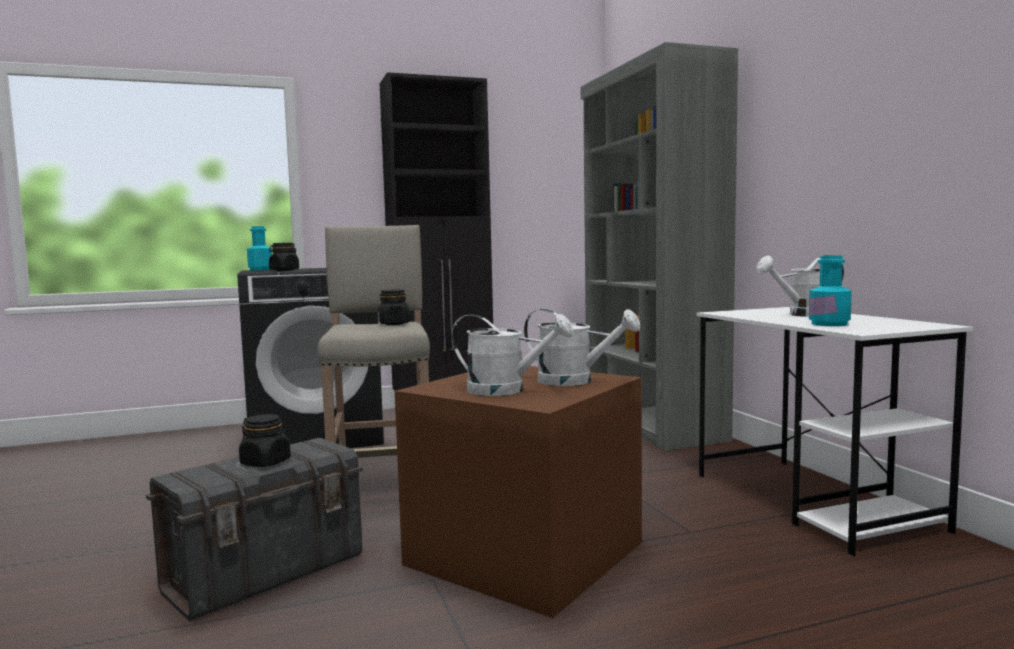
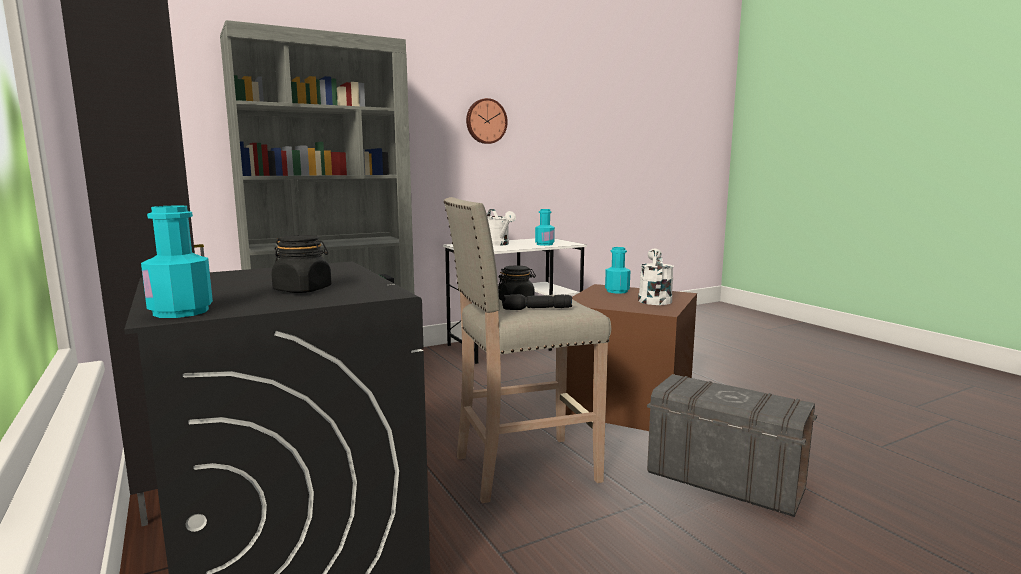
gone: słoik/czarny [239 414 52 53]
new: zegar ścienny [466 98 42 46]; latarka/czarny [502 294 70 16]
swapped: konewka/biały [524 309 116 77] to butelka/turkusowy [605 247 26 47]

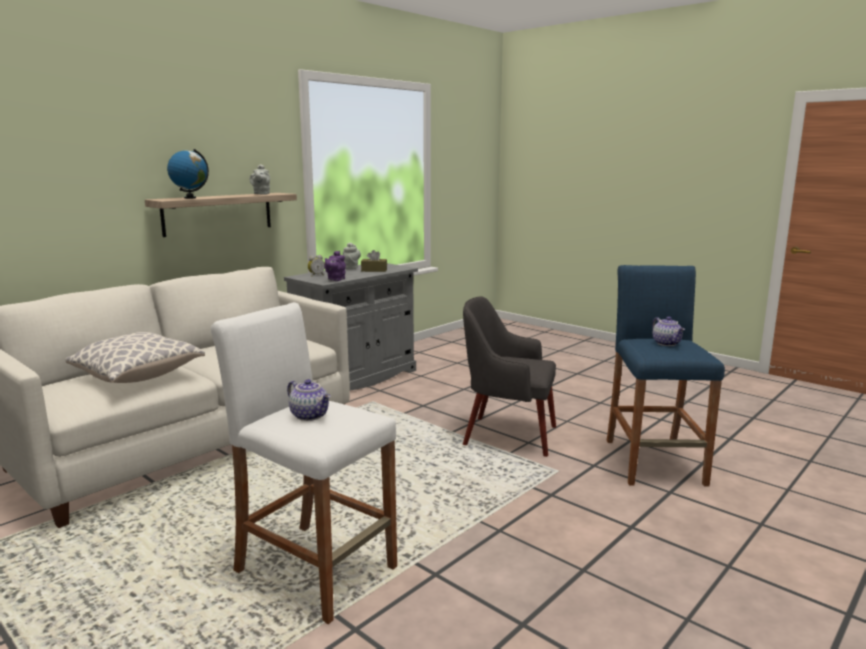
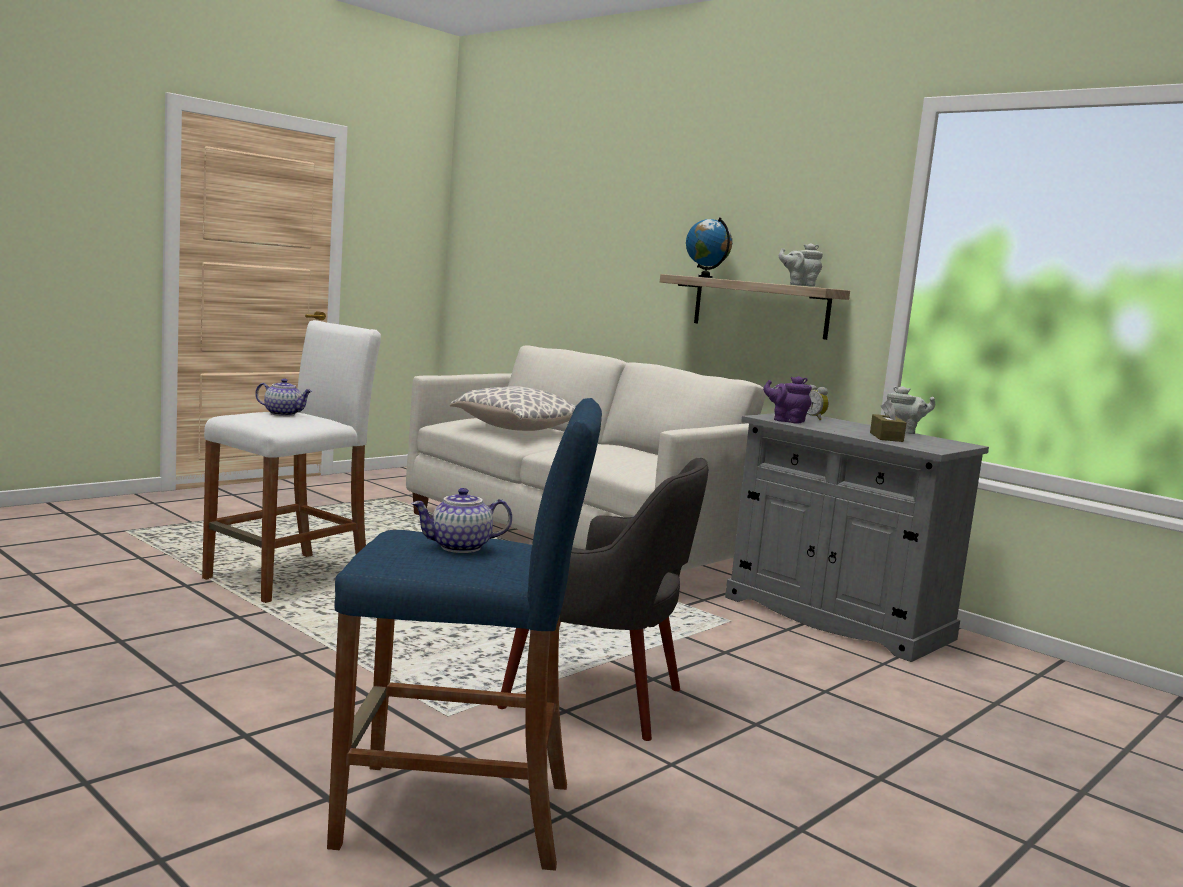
rotated: imbryk [287 379 44 42] = [255 379 57 37] 120 degrees counterclockwise; fotel/szary [463 296 93 161] = [497 458 211 283] 90 degrees clockwise

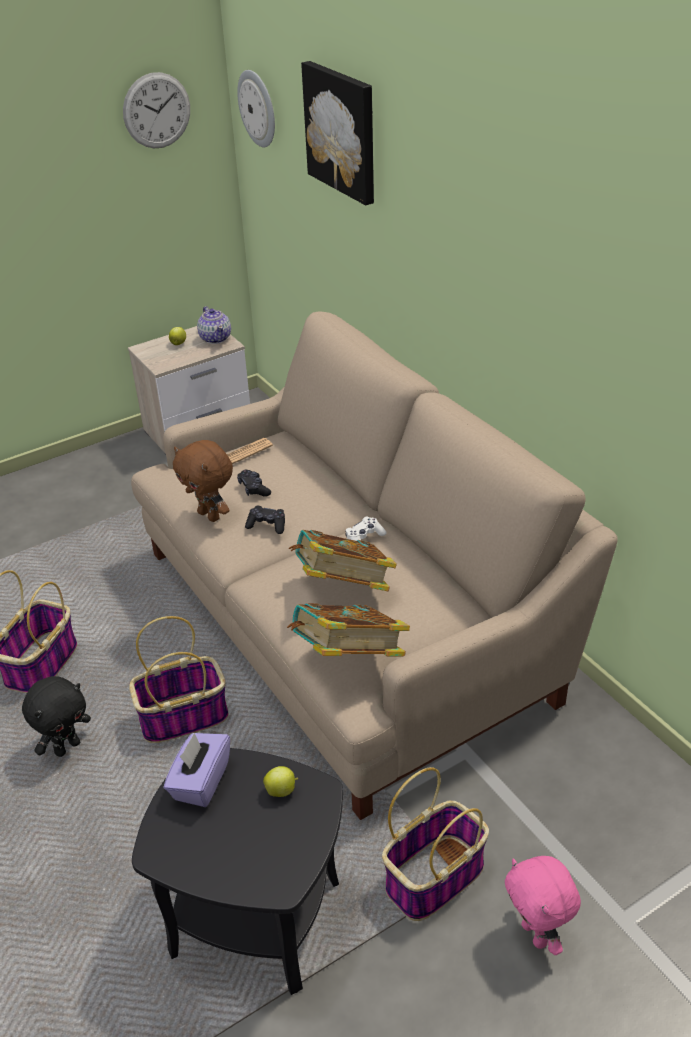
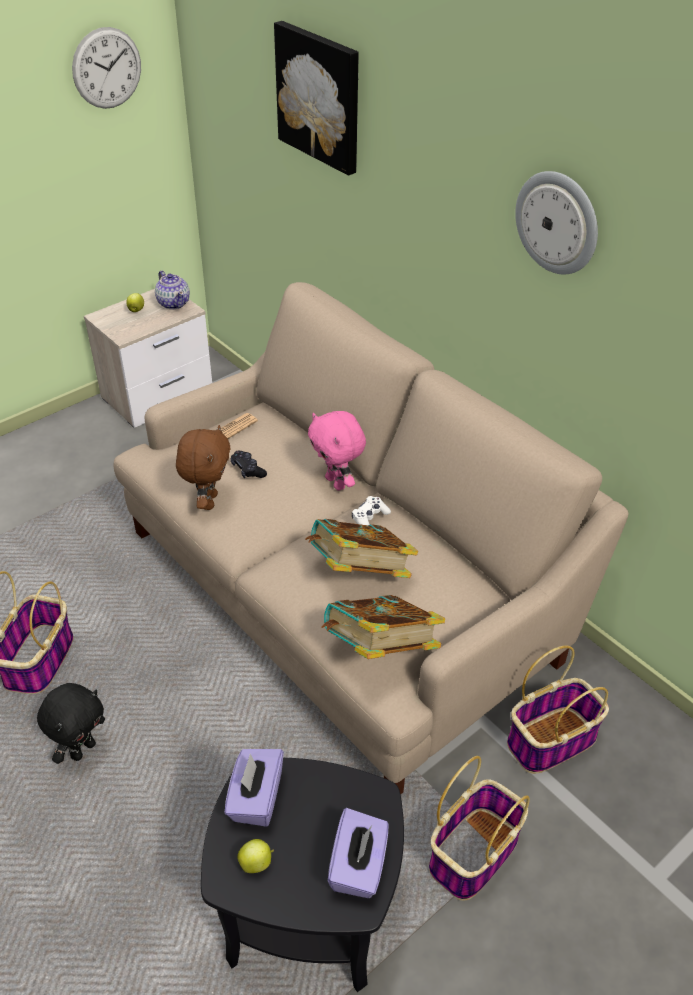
gone: pad do gier/czarny [245 506 40 28]
new: pudełko chusteczek/fioletowy [328 808 60 90]
shifted: koszyk [129 616 100 127] to [507 645 102 129]; zegar ścienny [237 70 38 77] to [515 171 83 103]; jabłko [263 766 35 31] to [237 839 37 34]; pluszak/różowy [505 856 76 99] to [308 411 58 80]
rotated: pluszak/brązowy [173 440 60 82] = [176 425 54 85] 120 degrees counterclockwise

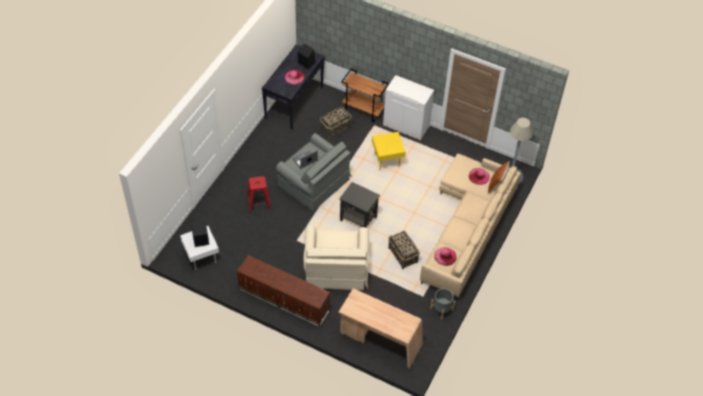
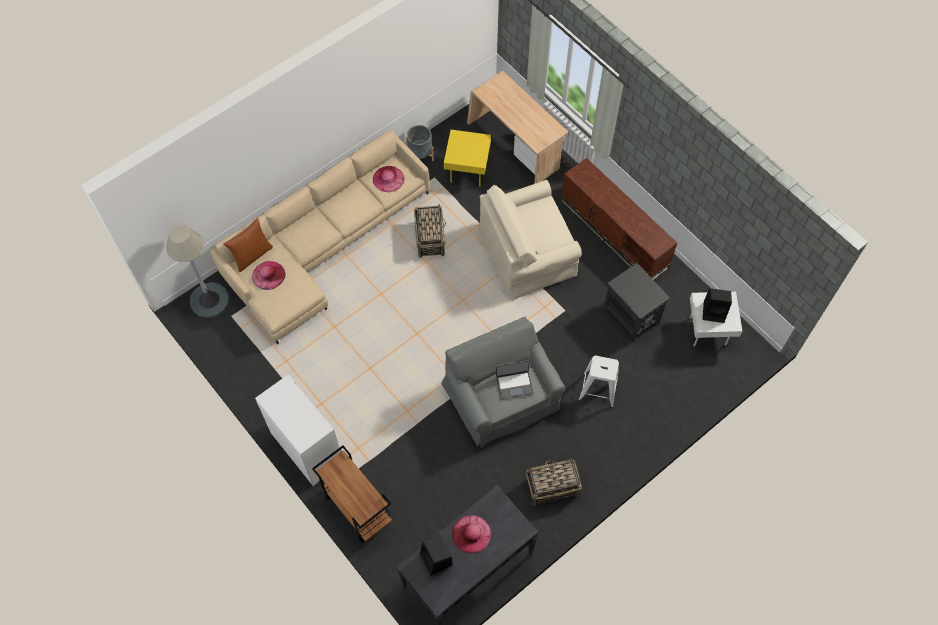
shifted: koszyk [320 106 32 33] to [525 459 57 47]; stolik/czarny [339 182 41 46] to [603 263 67 80]; stolik/żółty [372 132 34 38] to [444 130 47 57]
repainted: stołek/czerwony [247 176 24 37] to stołek/biały [578 355 41 53]
rotated: fotel/beżowy [304 225 65 65] = [479 180 103 121] 135 degrees counterclockwise

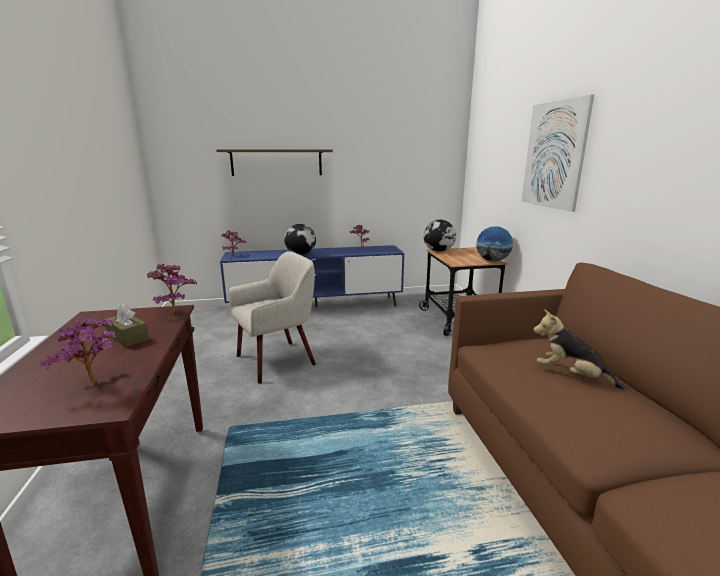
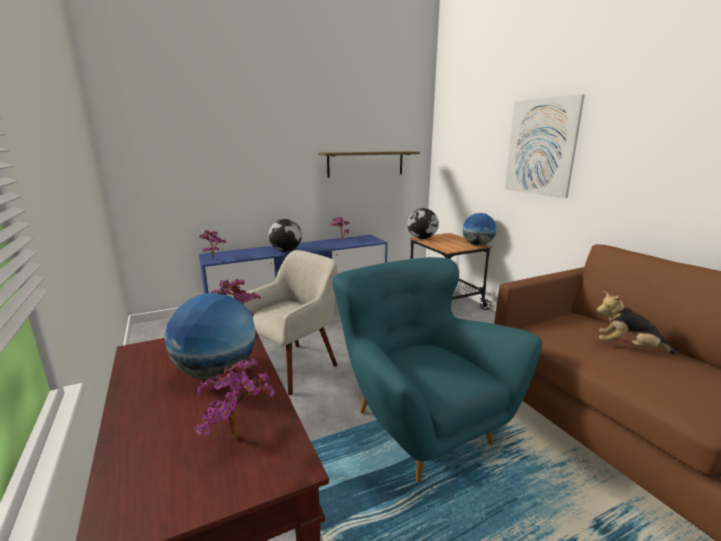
new: fotel/turkusowy [332 257 210 225]
shifted: półka [216 149 117 27] to [318 151 102 27]
swapped: pudełko chusteczek/brązowy [104 304 45 43] to globus [165 293 91 86]

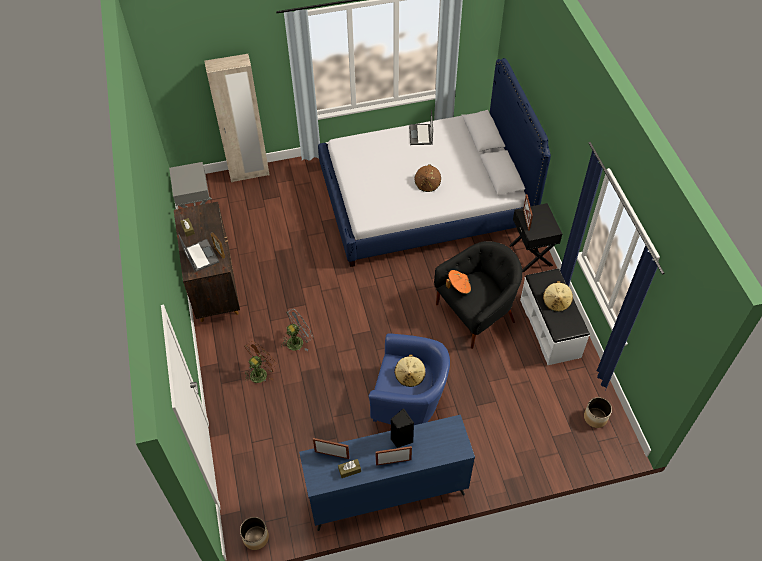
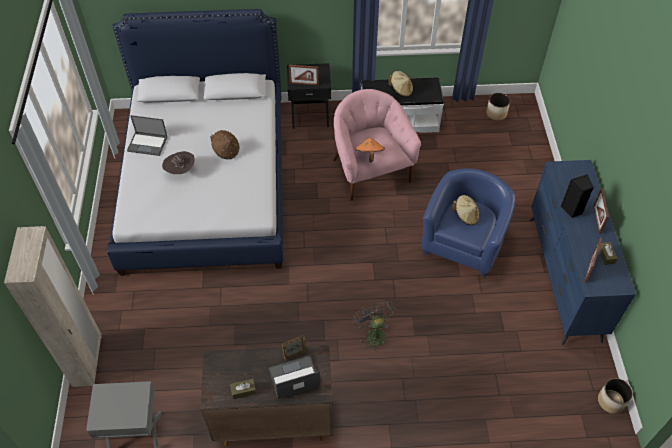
gone: wentylator/brązowy [244 341 34 42]
new: kapelusz/brązowy [162 151 33 23]
repainted: fotel/czarny [434 241 88 108] to fotel/różowy [333 89 88 112]

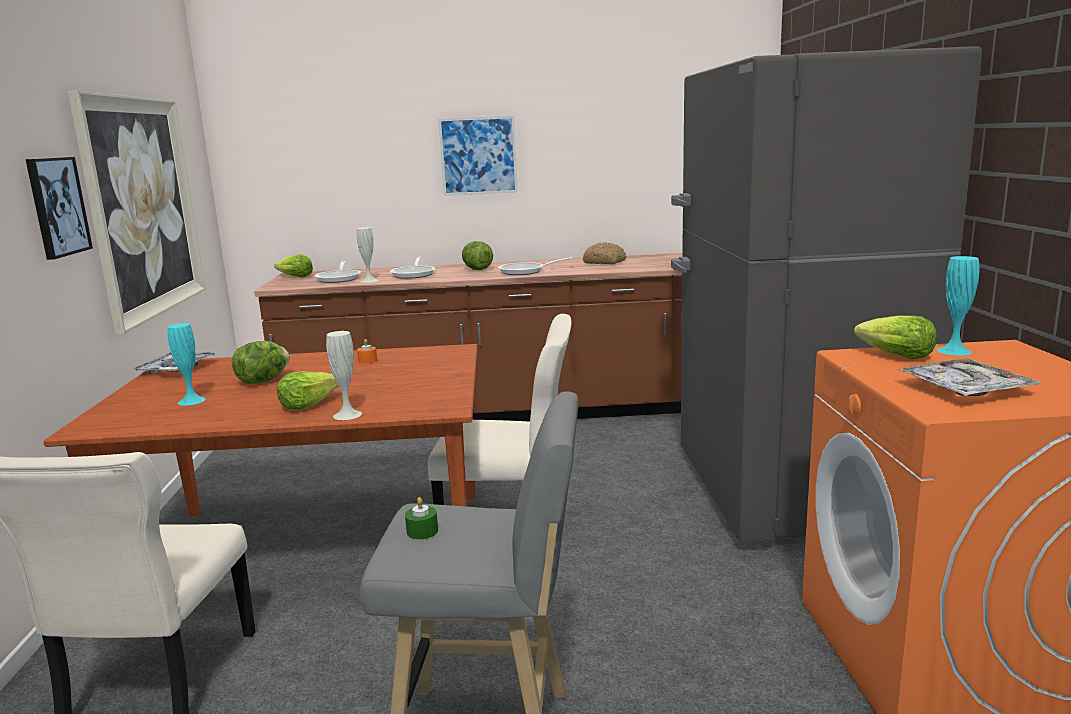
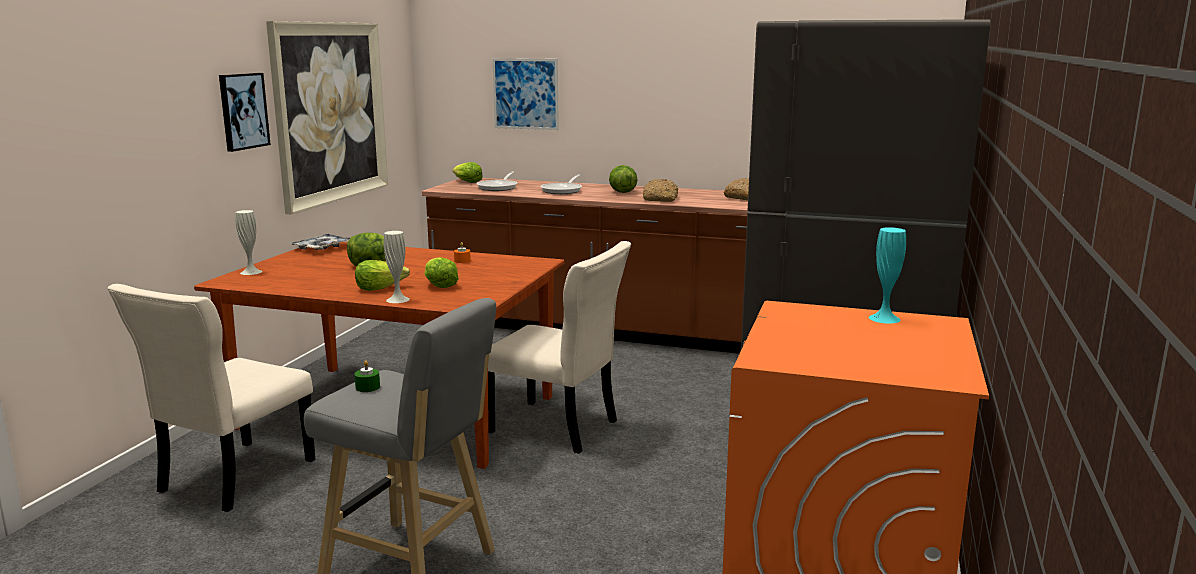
gone: wazon/turkusowy [167 323 39 83]; taca [899 358 141 38]
shifted: wazon/biały [357 227 21 56] to [235 210 27 65]; obraz [438 116 80 80] to [492 58 67 72]; sałata [854 315 82 44] to [424 257 35 31]
swapped: patelnia [498 257 75 18] to chleb [643 179 35 23]

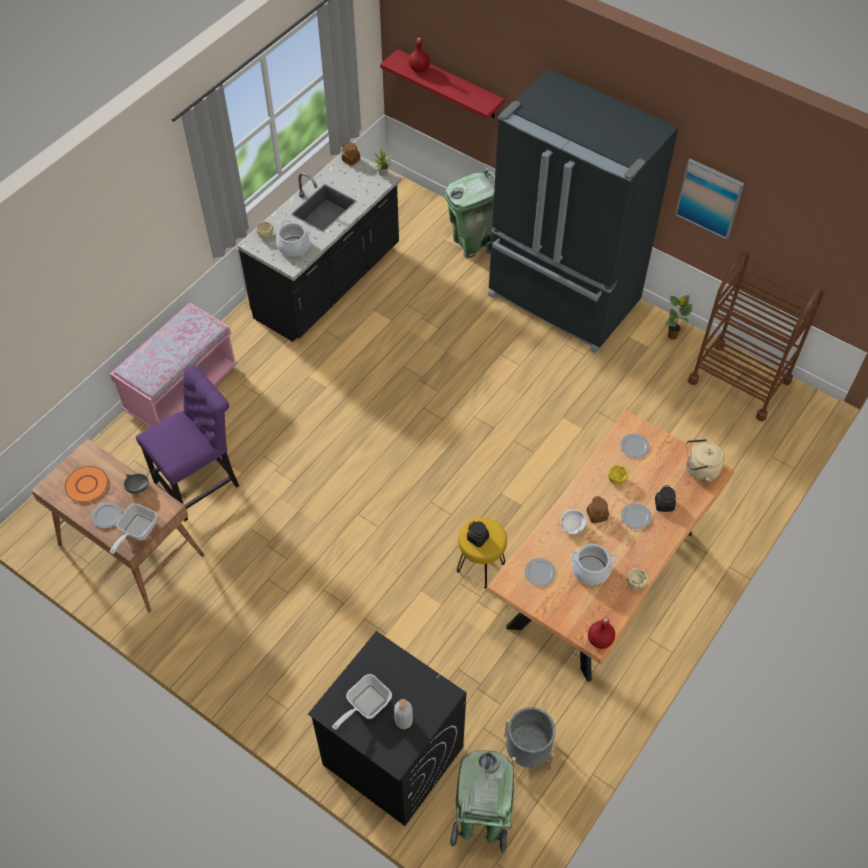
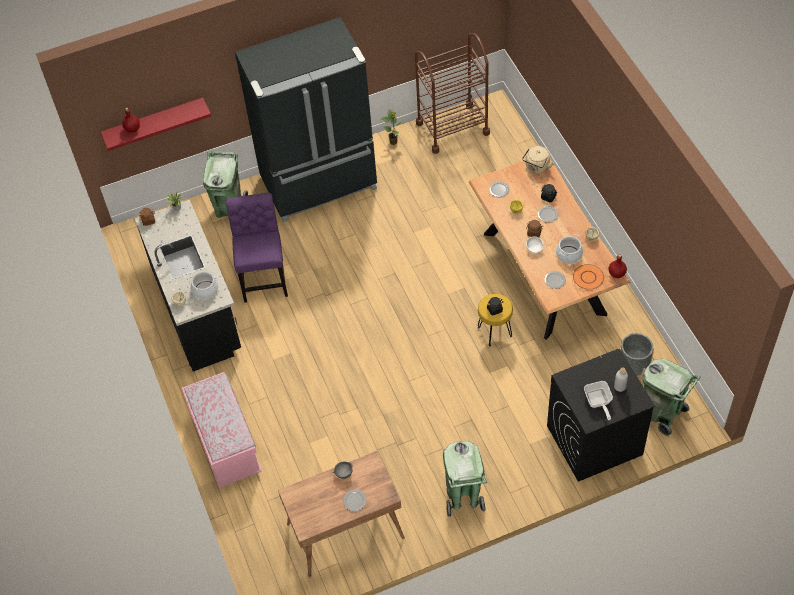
gone: patelnia [110 503 47 51]; obraz [675 159 69 81]
new: kosz na śmieci/zielony [443 441 44 76]
shifted: talerz/pomarańczowy [65 466 43 36] to [573 264 31 26]; krzesło/fioletowy [136 366 103 155] to [226 193 62 110]

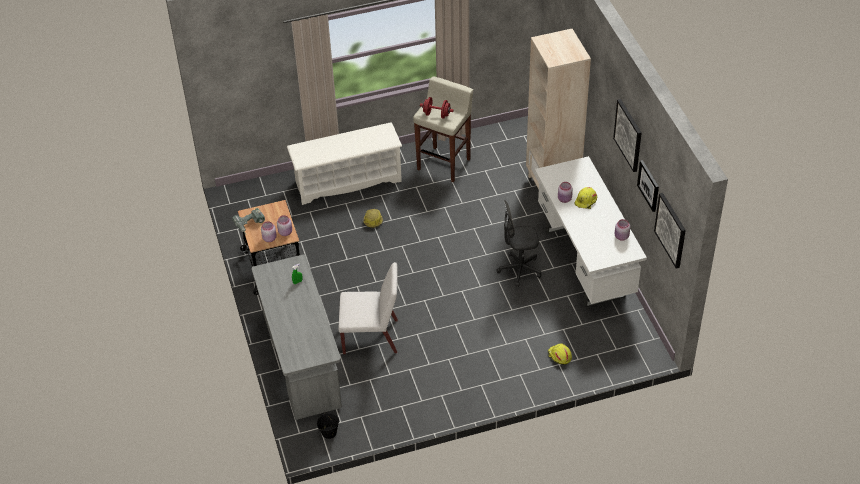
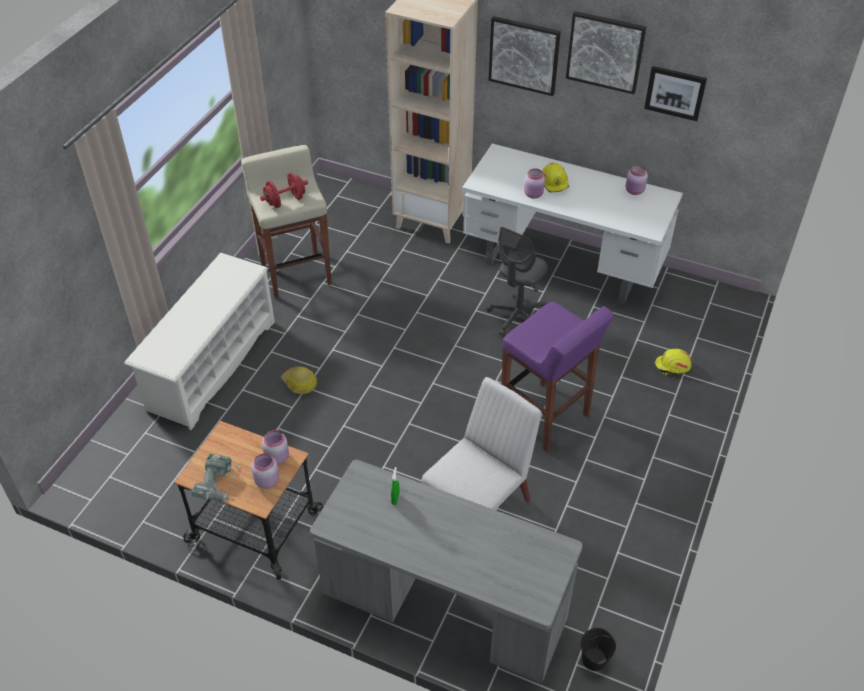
new: stołek/fioletowy [501 302 112 150]
shifted: obraz [654 193 32 76] to [489 16 72 80]

